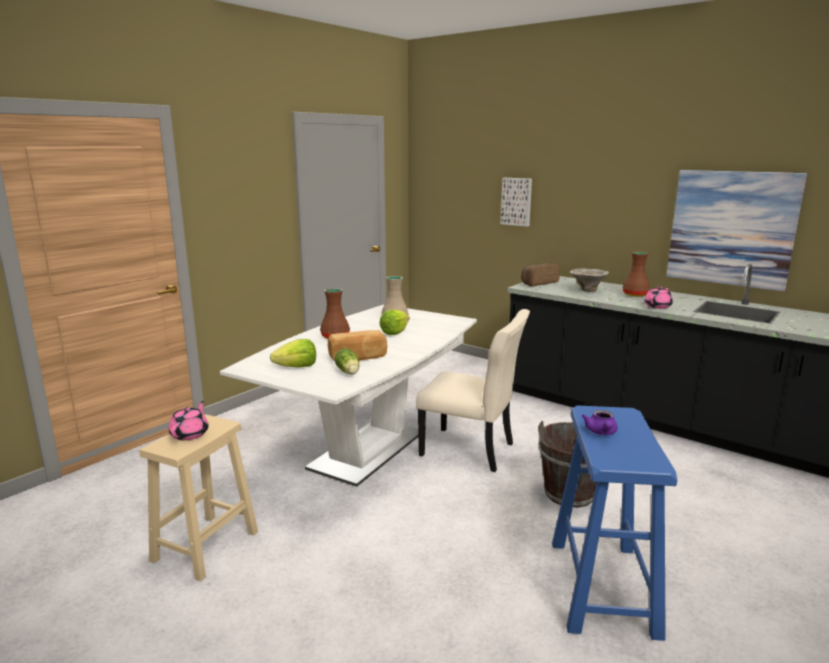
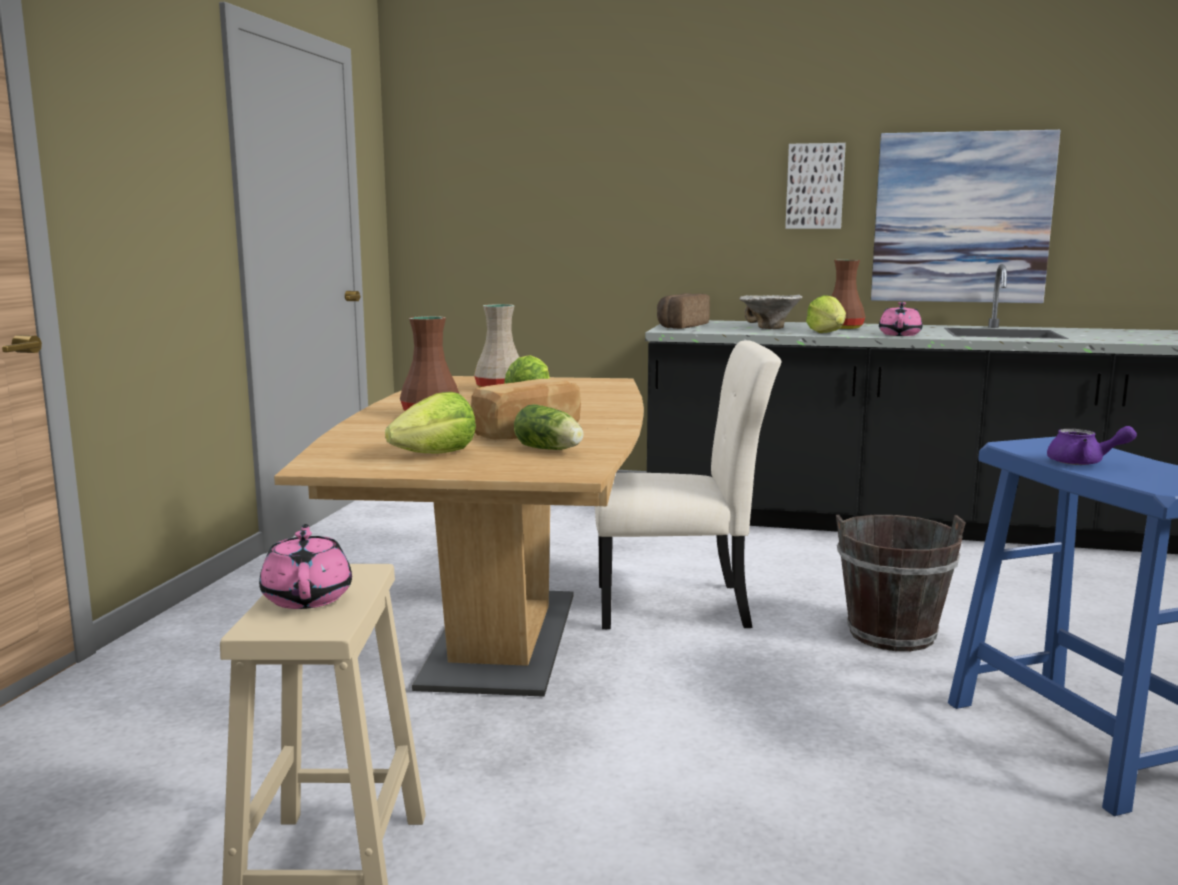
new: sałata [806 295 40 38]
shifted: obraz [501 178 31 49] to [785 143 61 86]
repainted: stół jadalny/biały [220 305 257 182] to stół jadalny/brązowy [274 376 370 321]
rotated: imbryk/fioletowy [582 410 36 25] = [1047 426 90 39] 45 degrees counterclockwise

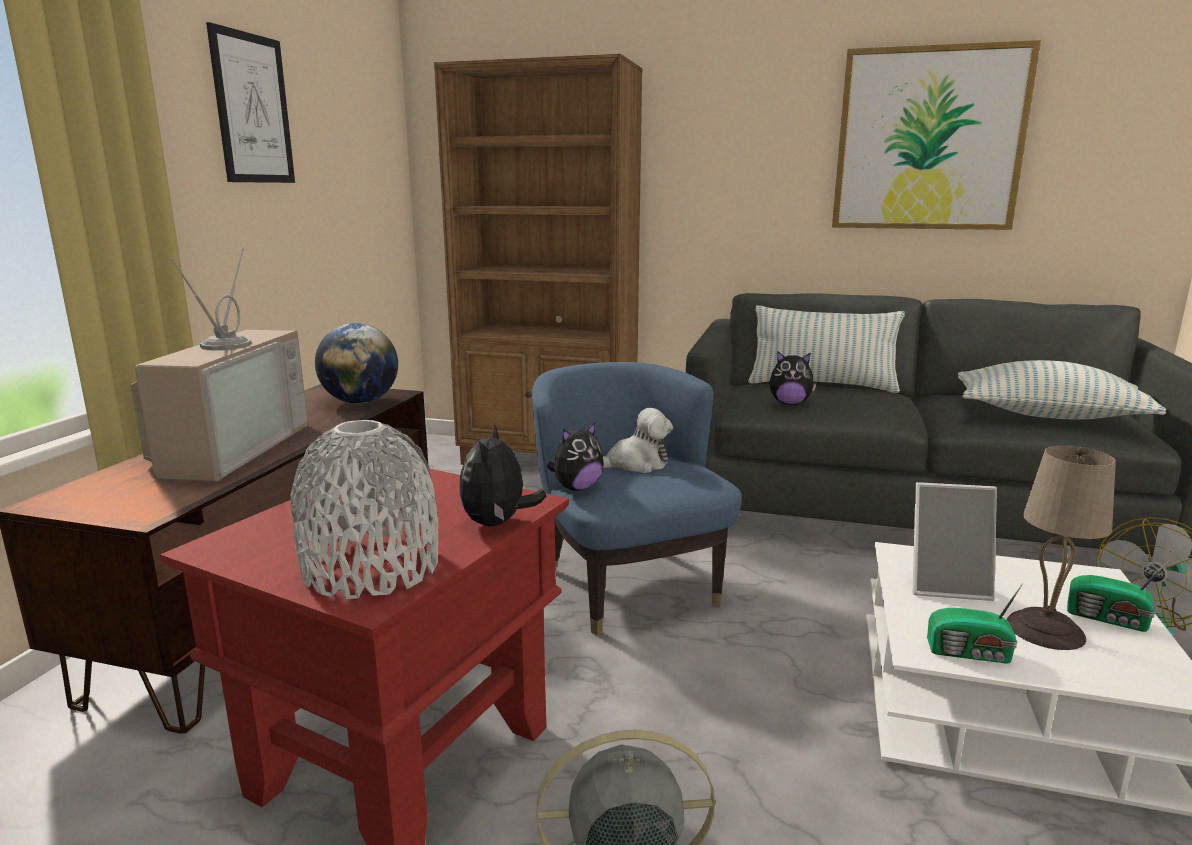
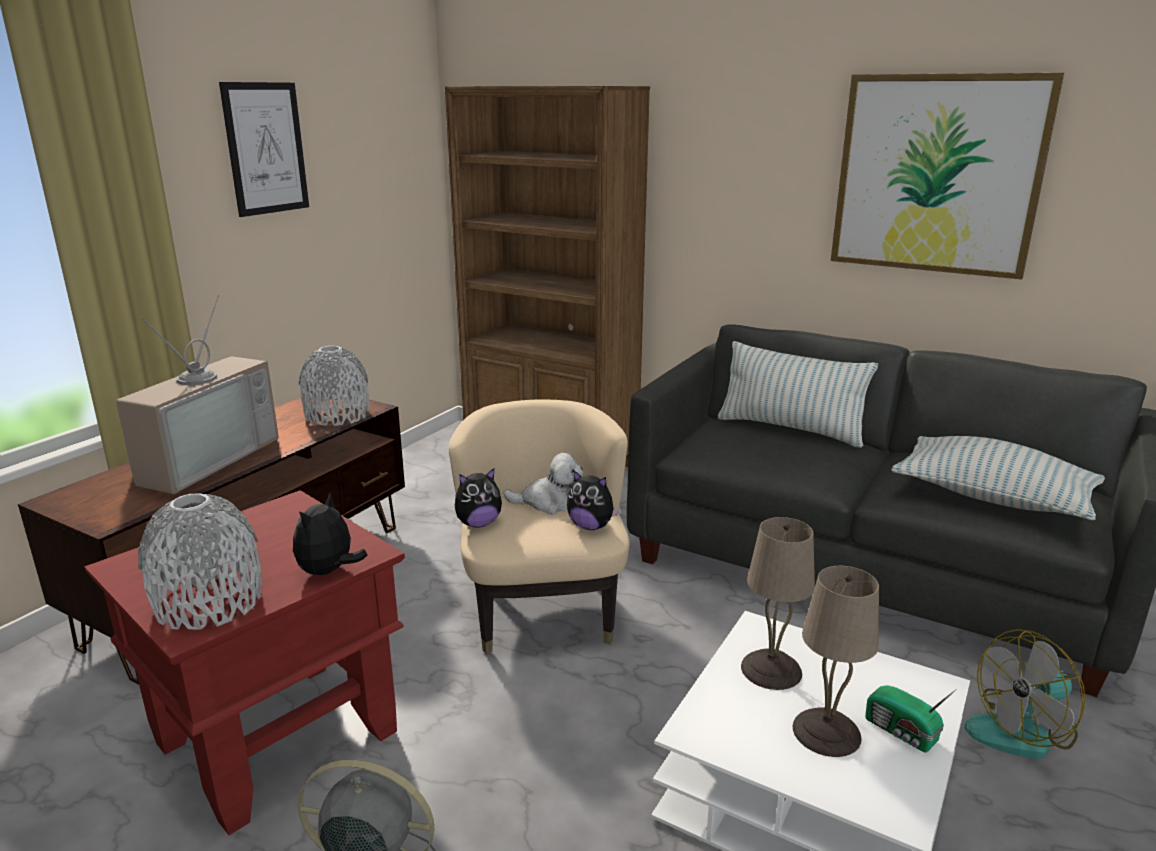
gone: radio [927 583 96 81]
shifted: pluszak [769 351 47 54] to [567 470 55 60]
swapped: globus [315 323 83 81] to wazon/szary [299 346 70 80]; ramka na zdjęcie [913 482 84 119] to lampa stołowa/beżowy [741 517 74 173]
repainted: fotel/niebieski [532 362 210 273] to fotel/beżowy [449 399 181 255]

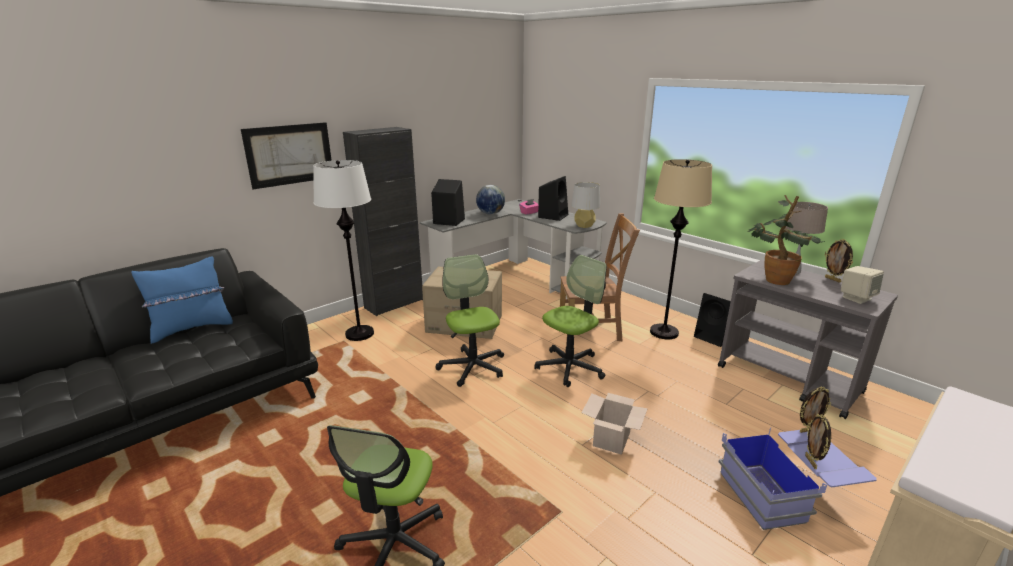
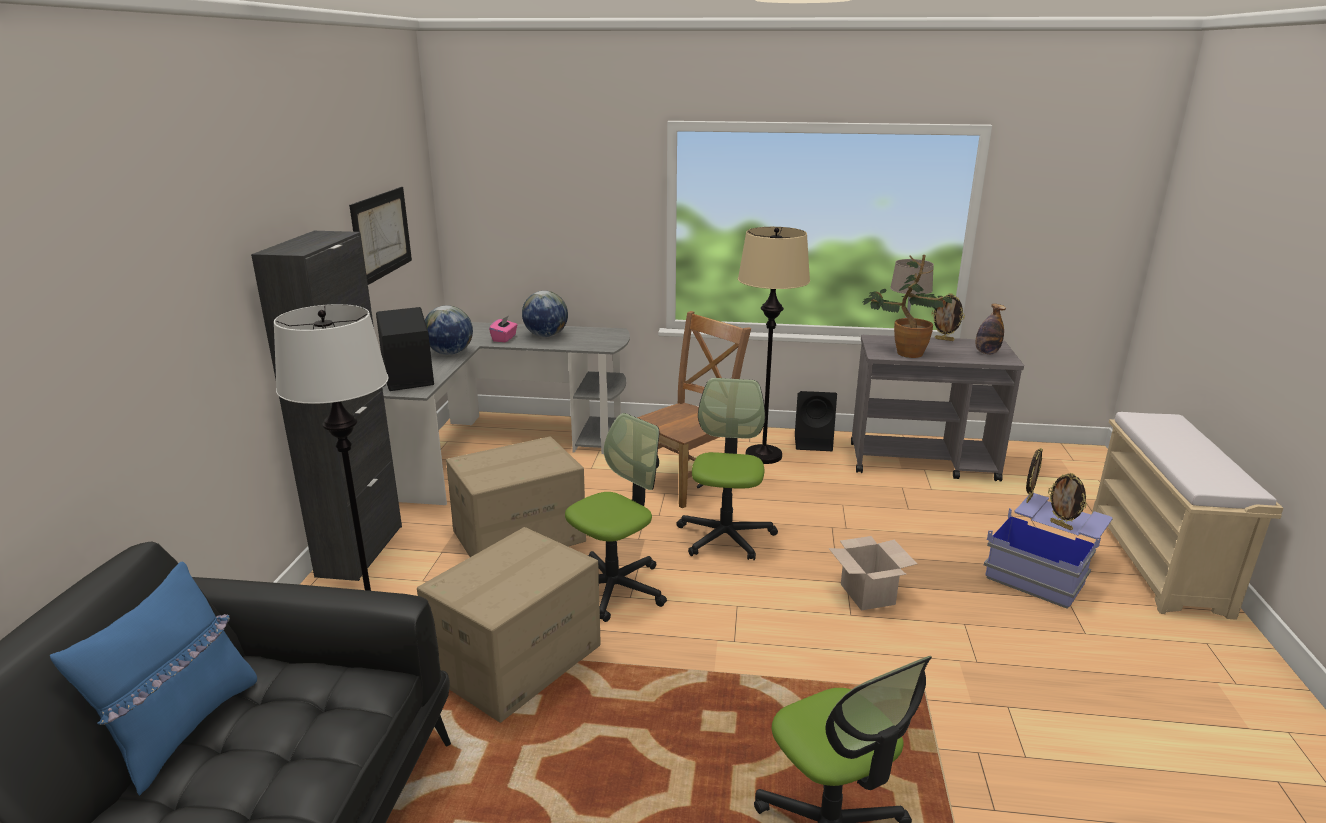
gone: lampa stołowa/szary [571 182 29 46]
new: karton [417 527 184 196]
shifted: obraz [241 122 91 67] to [349 187 63 98]
swapped: głośnik/czarny [538 176 30 45] to globus [522 291 46 46]; głośnik/beżowy [841 266 43 38] to butelka [976 304 30 50]
rotated: krzesło biurowe [435 254 69 133] = [565 413 102 209] 105 degrees clockwise

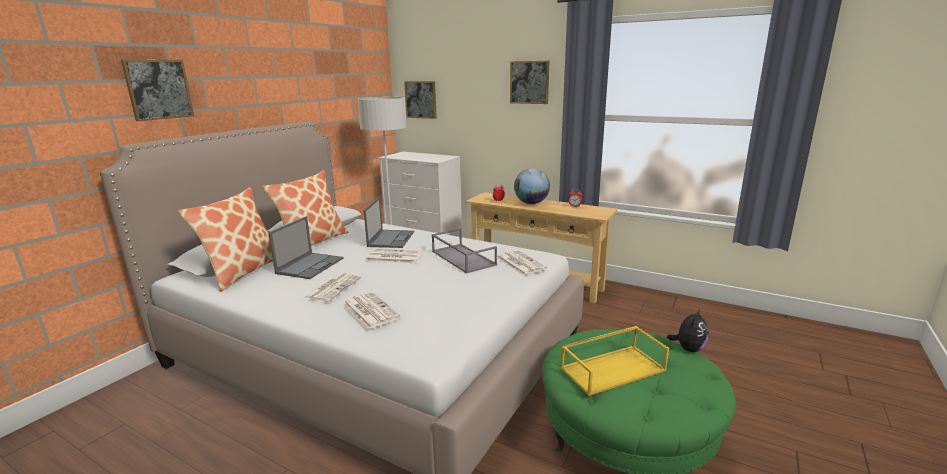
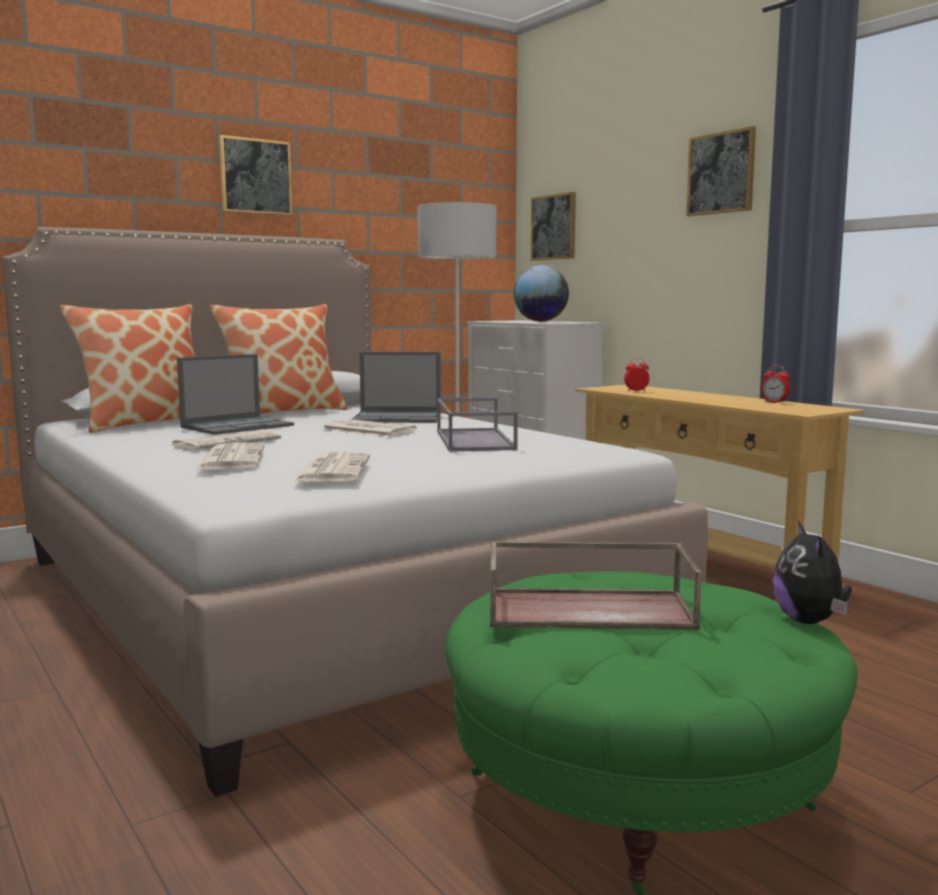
shifted: obraz [121 59 73 62] to [219 135 74 81]; gazeta [497 250 50 25] to [293 452 77 30]; globus [514 168 36 36] to [514 265 55 56]
repainted: taca/żółty [560 326 109 70] to taca/brązowy [490 541 212 89]
rotated: laptop [363 197 51 51] = [352 352 89 71] 60 degrees clockwise; pluszak [667 308 41 44] = [773 521 79 103] 120 degrees clockwise

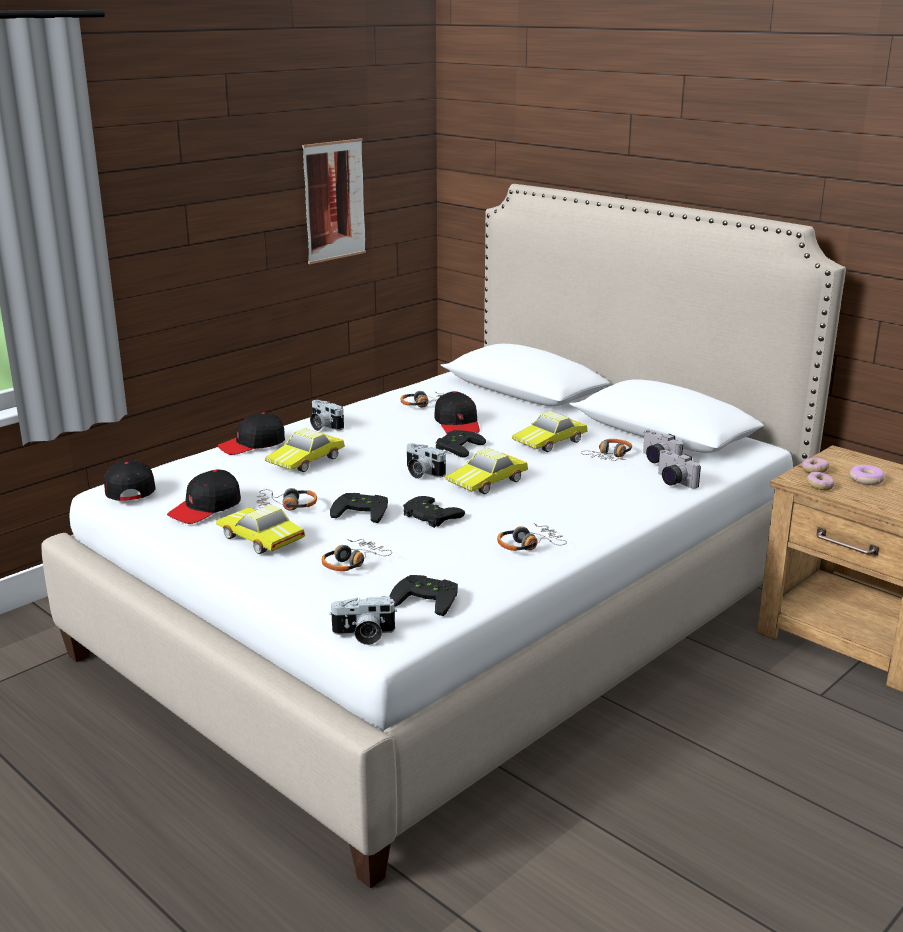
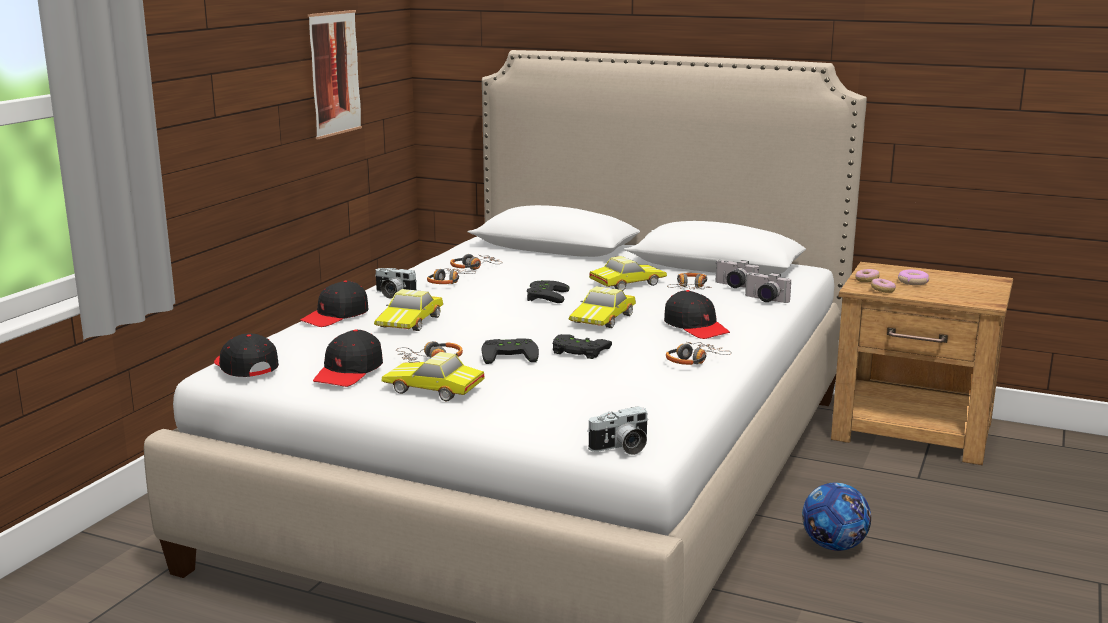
gone: pad do gier/czarny [389 575 69 41]; aparat fotograficzny [407 443 39 36]
new: piłka futbolowa [802 483 69 68]
shifted: słuchawki [322 539 70 32] to [427 268 49 16]; czapka z daszkiem/czarny [434 391 46 42] to [664 290 66 49]
rotated: samochodzik [512 411 75 41] = [589 256 78 35] 150 degrees counterclockwise

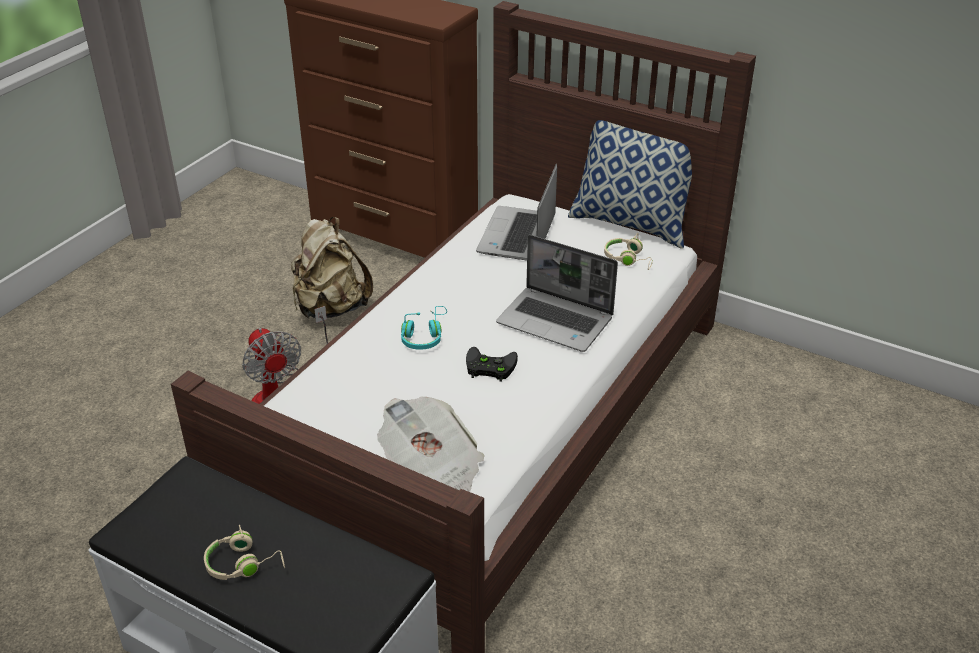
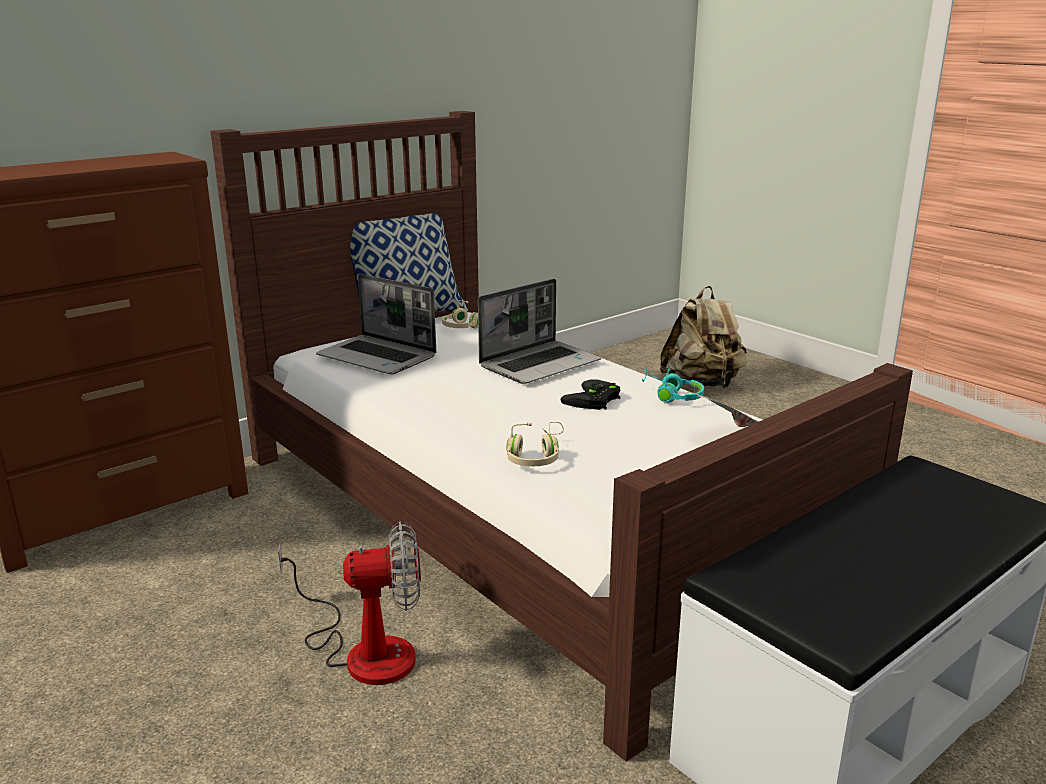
shifted: słuchawki/beżowy [204 525 81 55] to [506 422 58 44]; plecak/beżowy [291 217 82 101] to [660 286 87 102]; słuchawki/turkusowy [401 306 46 43] to [642 368 62 35]

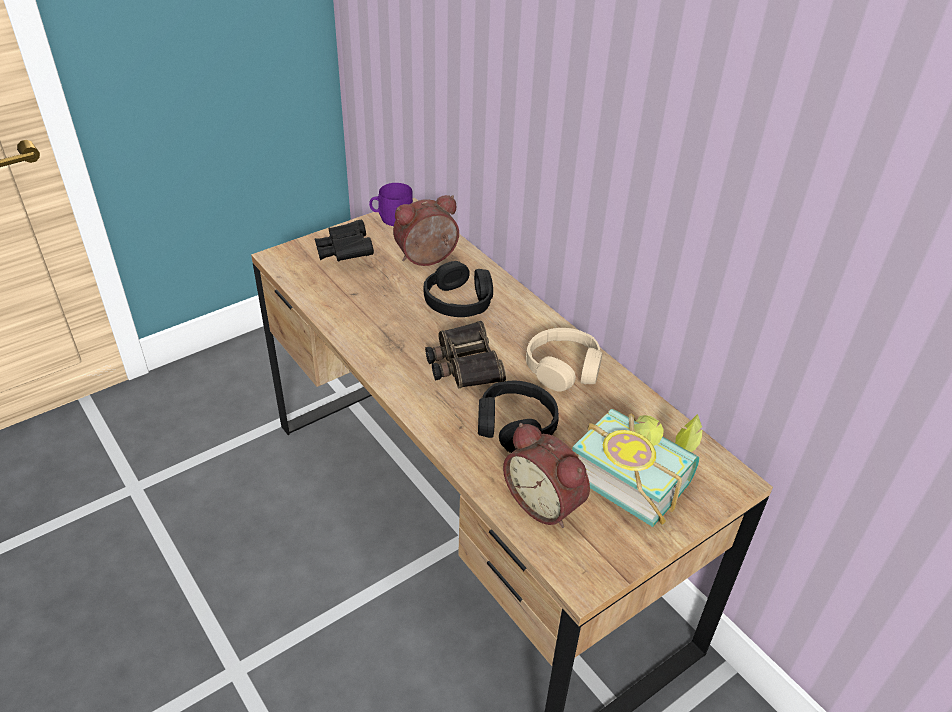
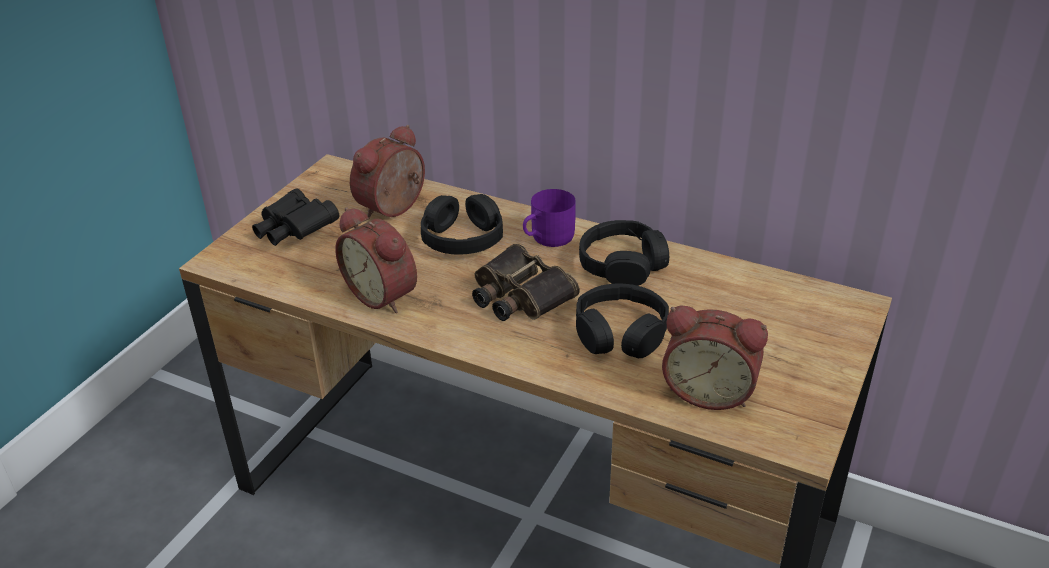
gone: książka [572 409 130 118]
new: budzik [335 207 82 106]
shifted: kubek/fioletowy [369 183 44 43] to [523 189 53 58]
repainted: słuchawki/beżowy [526 328 76 64] to słuchawki/czarny [579 220 90 66]

